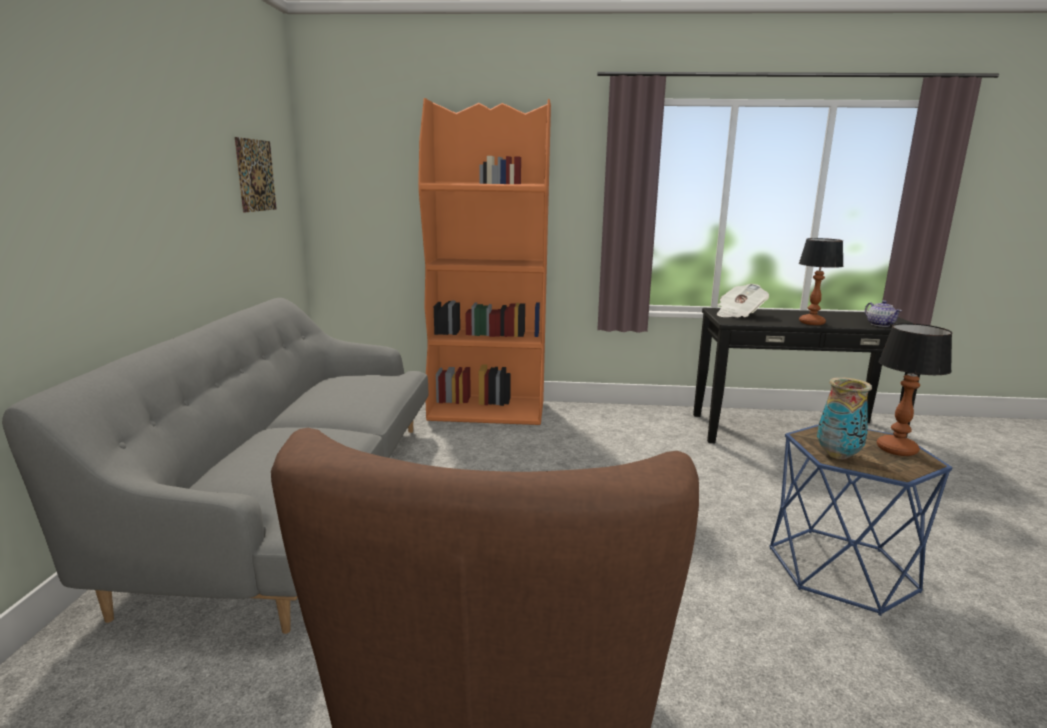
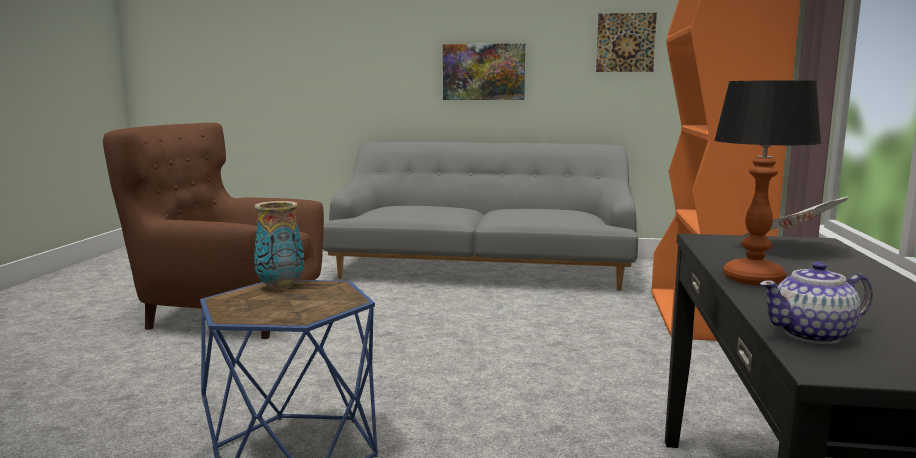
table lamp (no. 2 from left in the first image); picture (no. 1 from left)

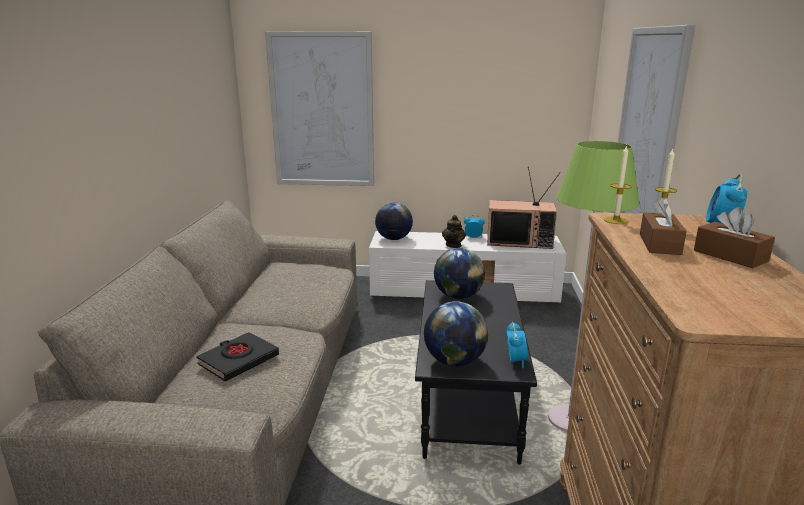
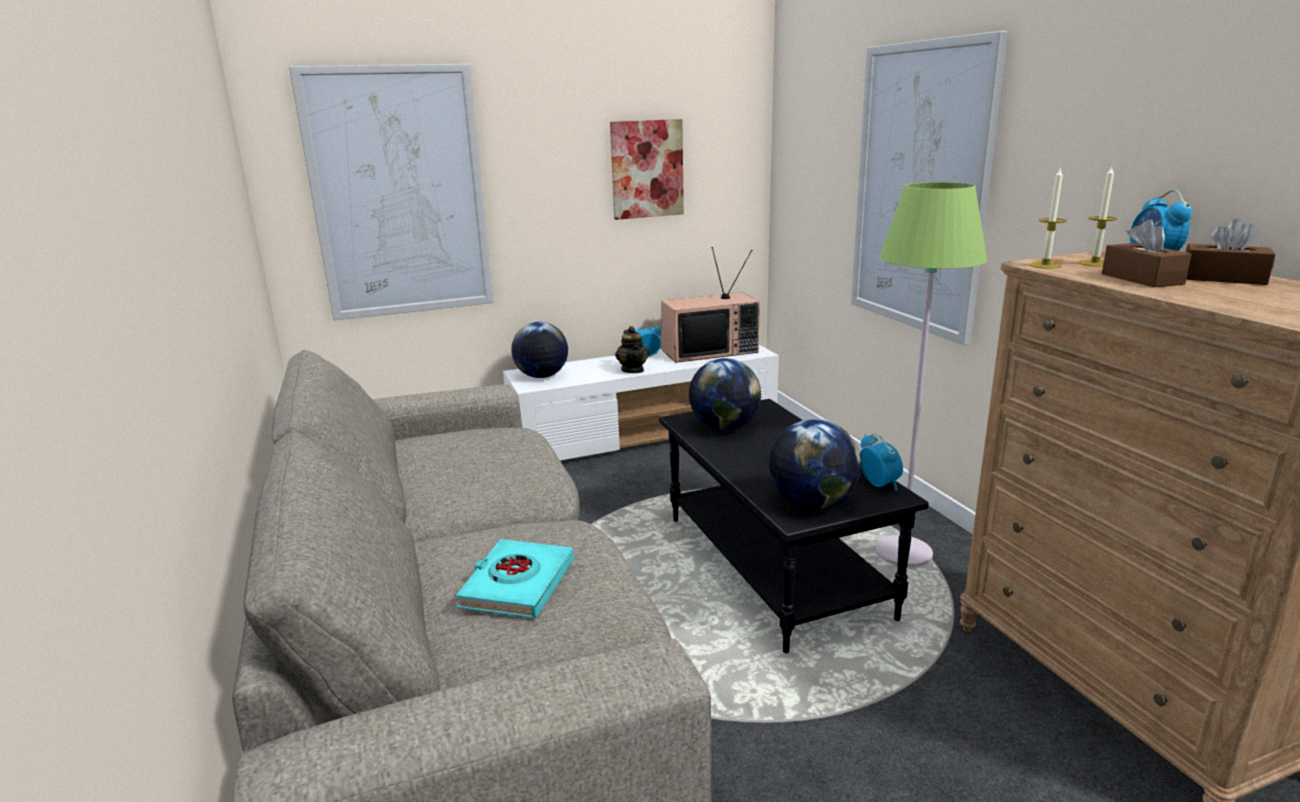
turquoise book; picture (no. 2 from left)

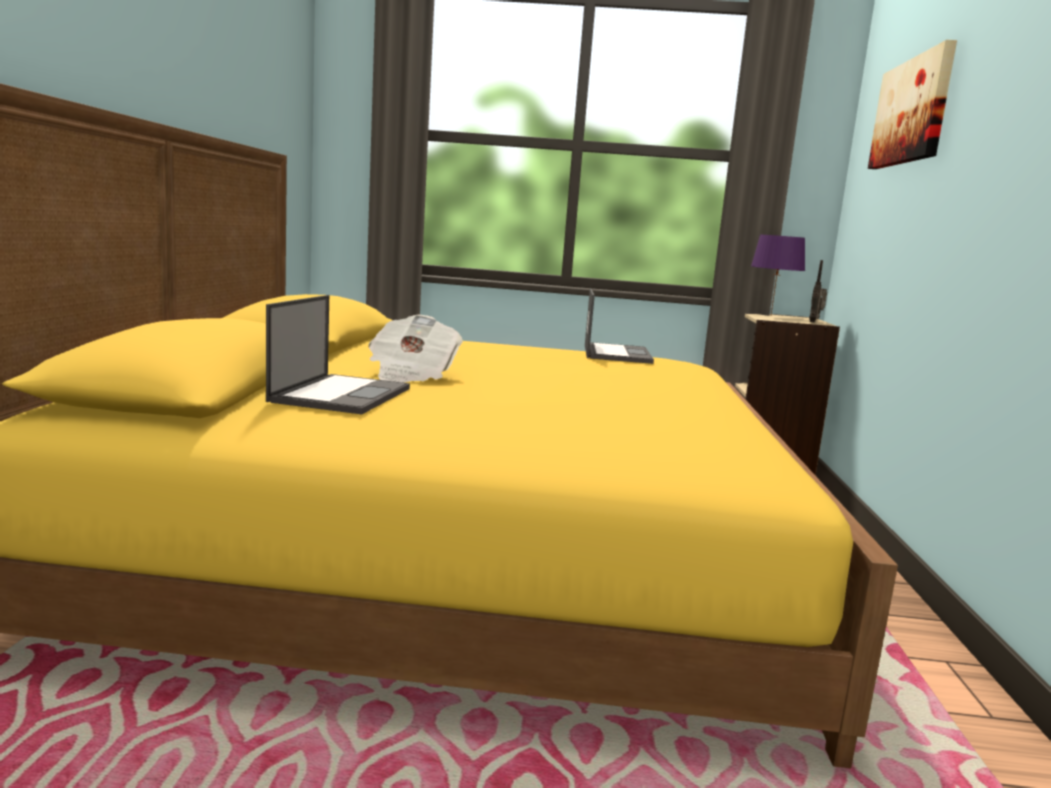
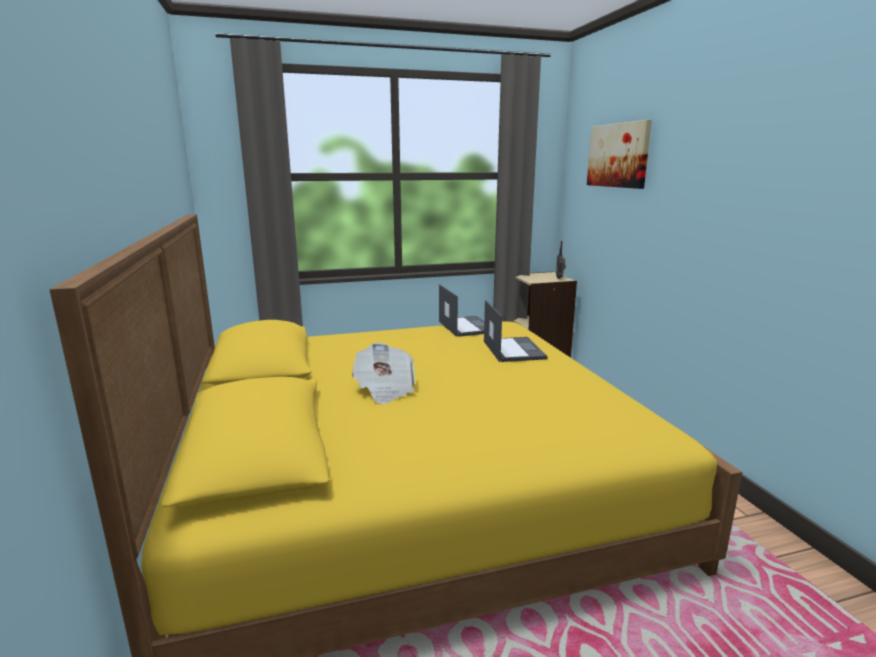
purple table lamp; laptop (no. 2 from left)

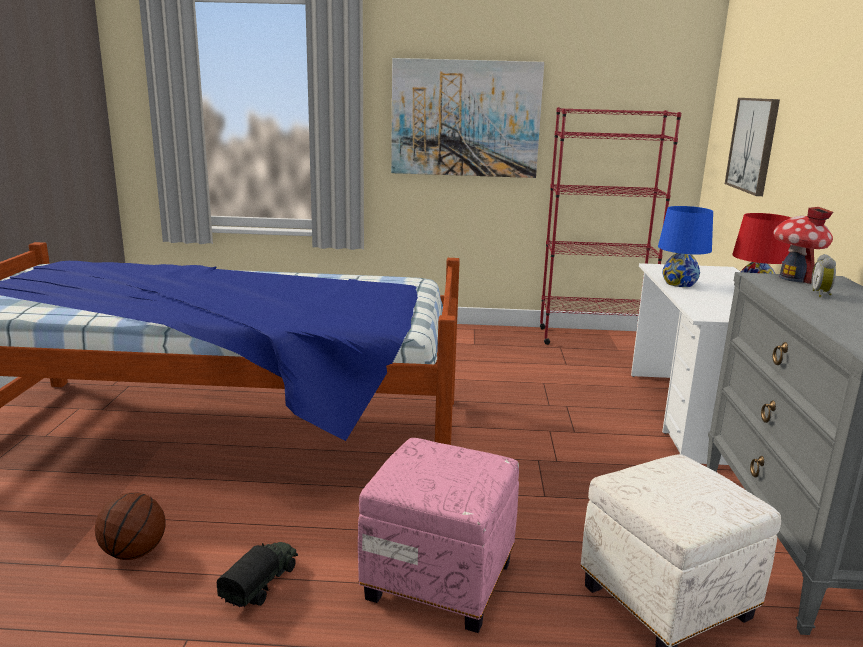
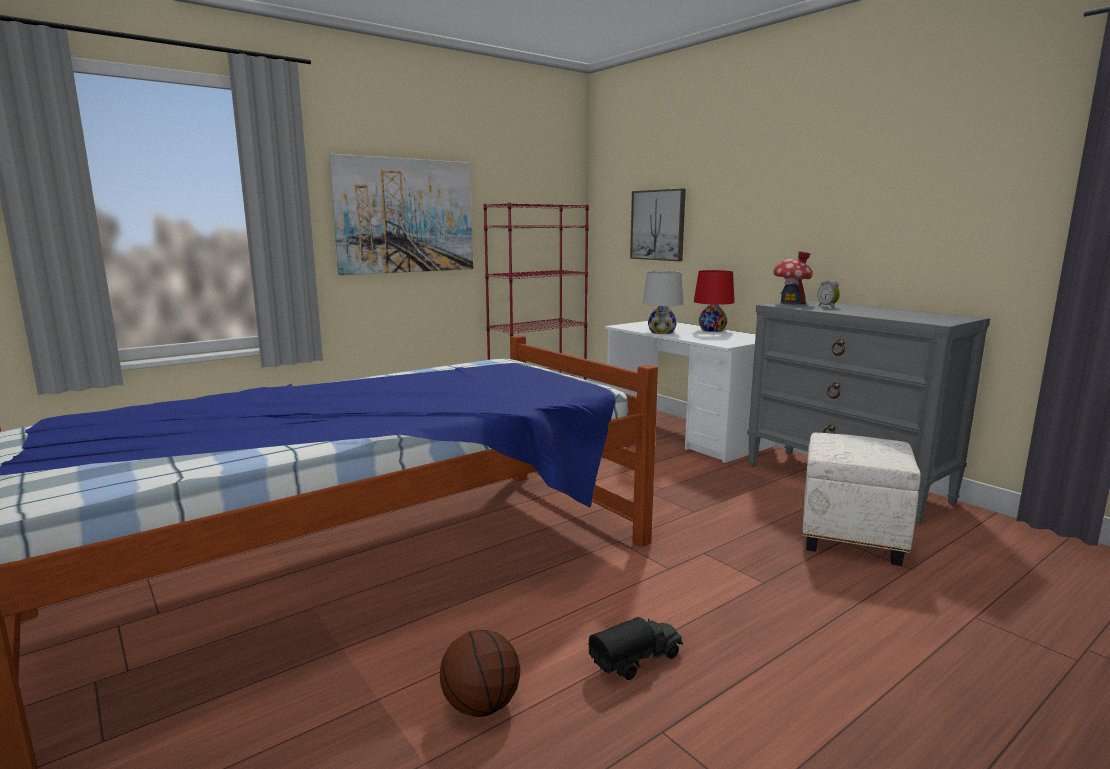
white table lamp; pink ottoman; toy truck

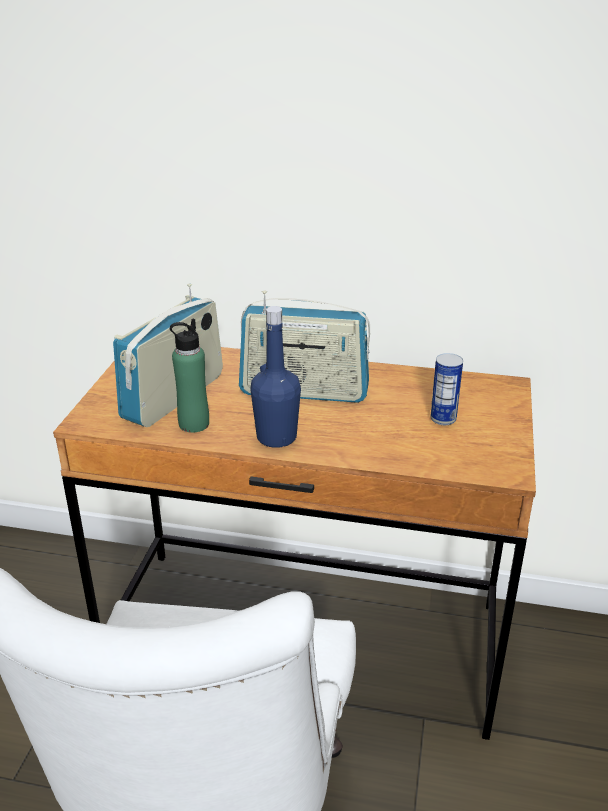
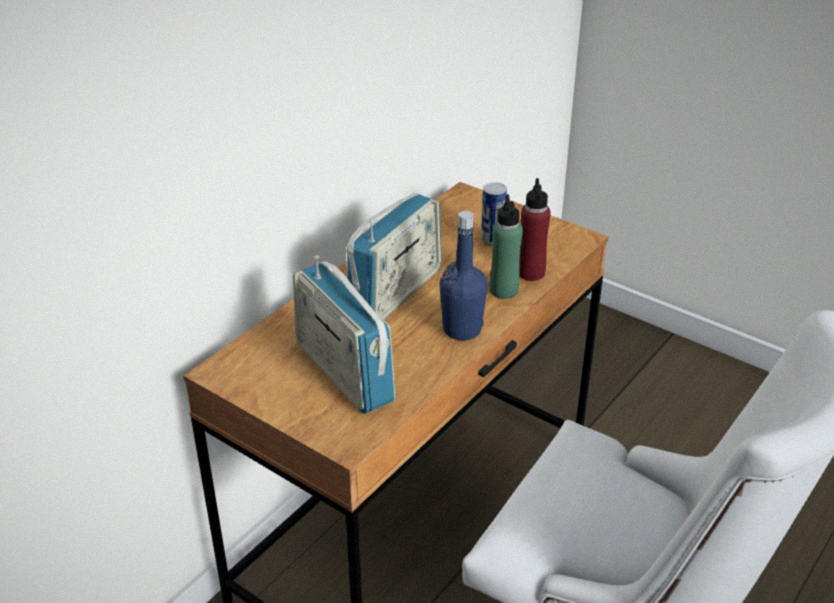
green bottle; red bottle

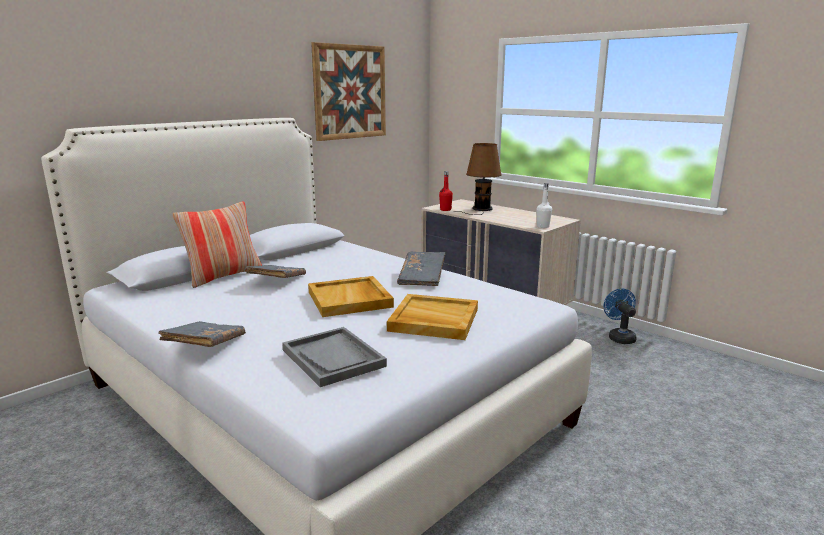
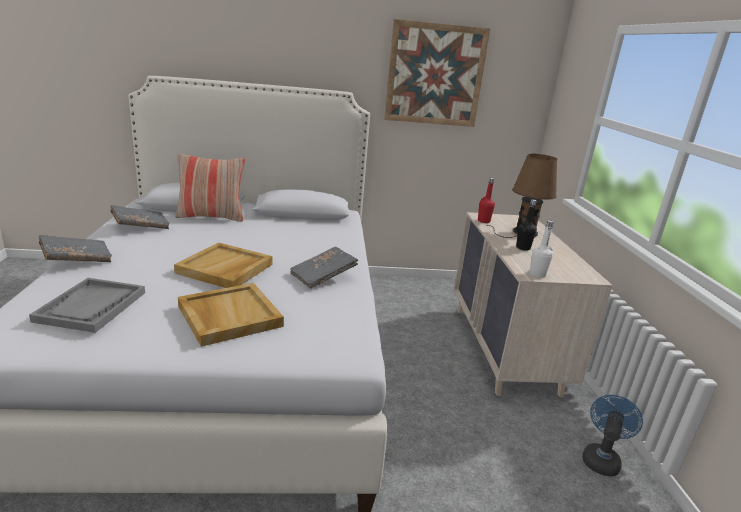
grey book (no. 2 from left); black bottle

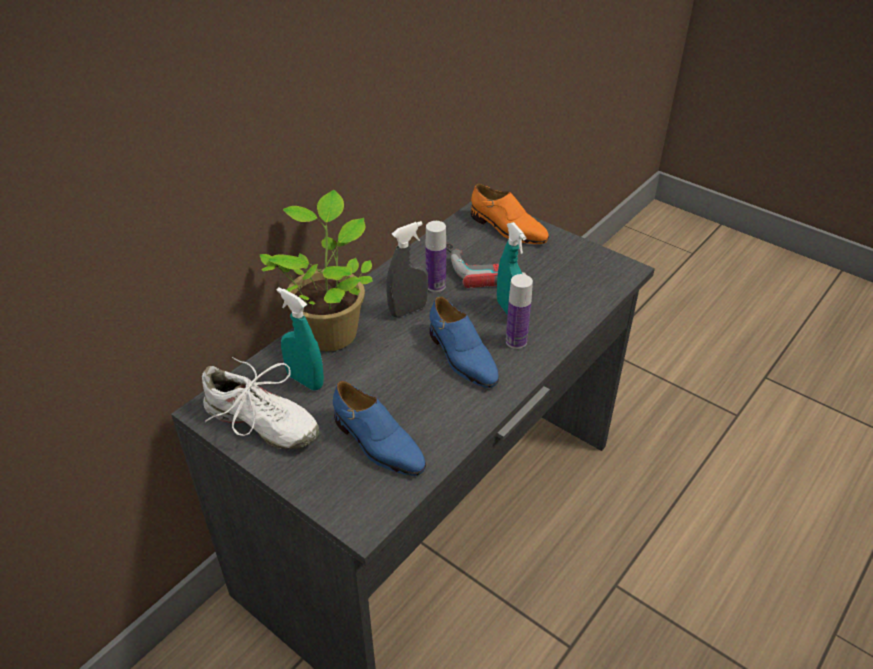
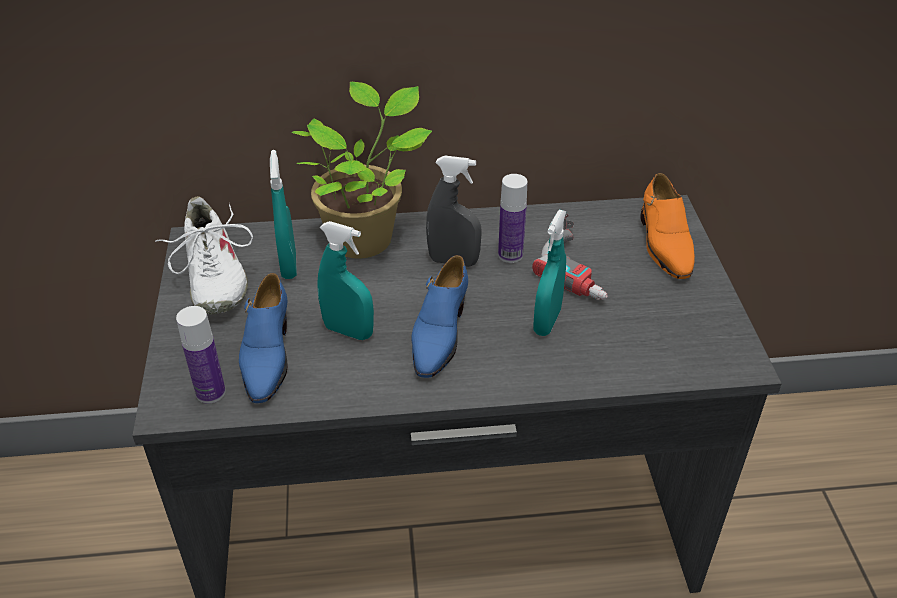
bottle (no. 1 from left); turquoise spray bottle (no. 2 from left)

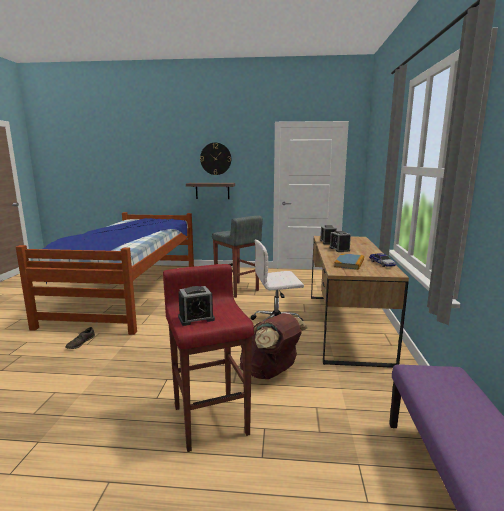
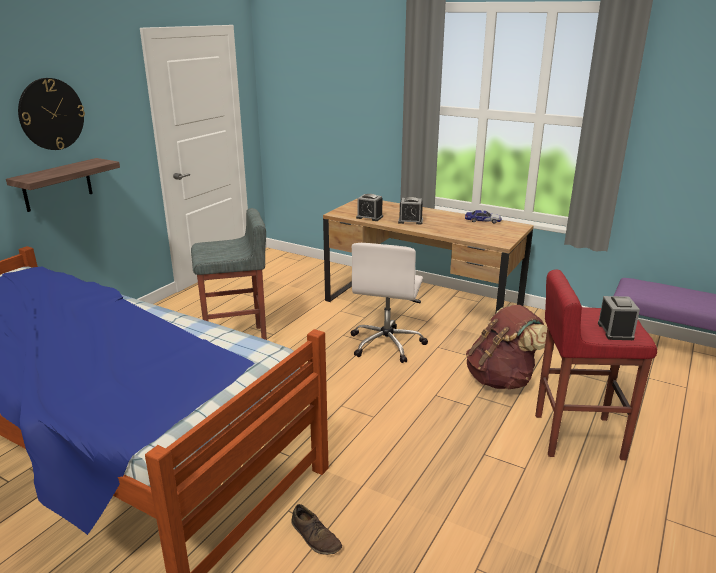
book

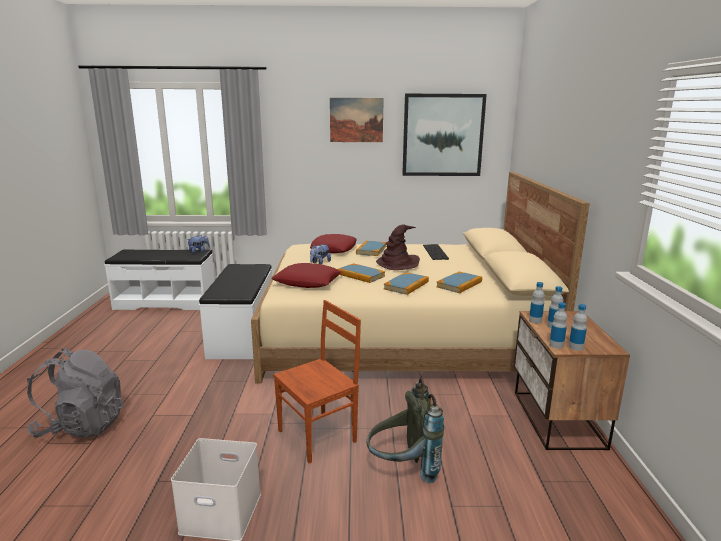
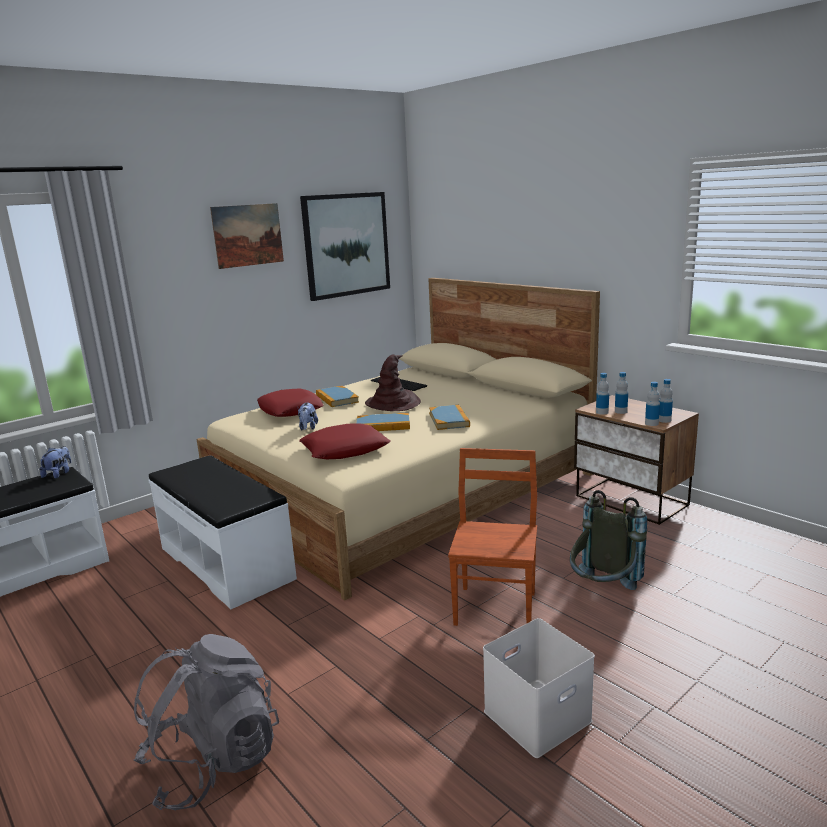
book (no. 4 from left in the first image)

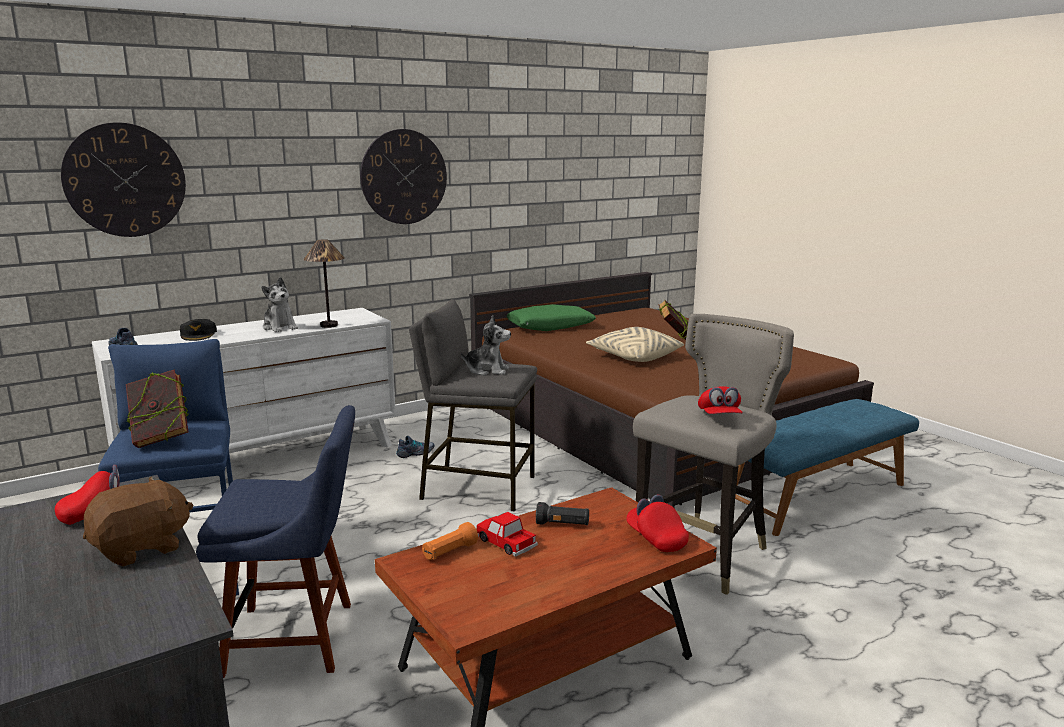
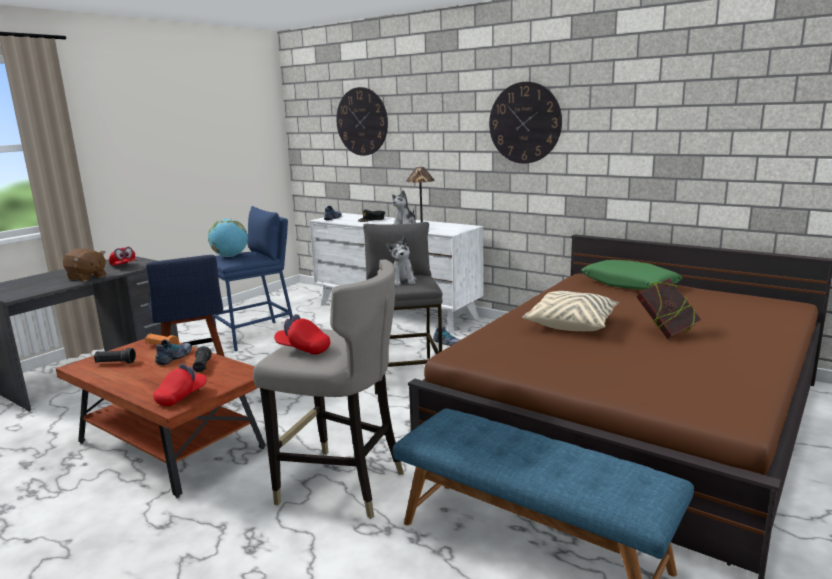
globe; red cap (no. 3 from left); shoe (no. 1 from left); black flashlight (no. 1 from left)

